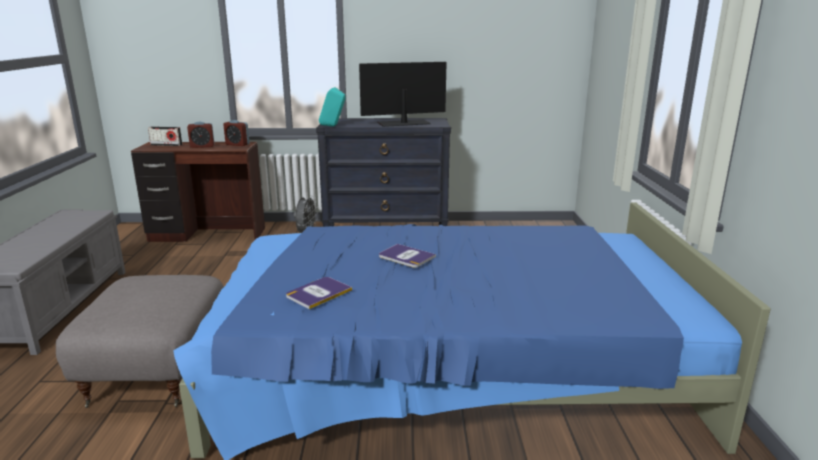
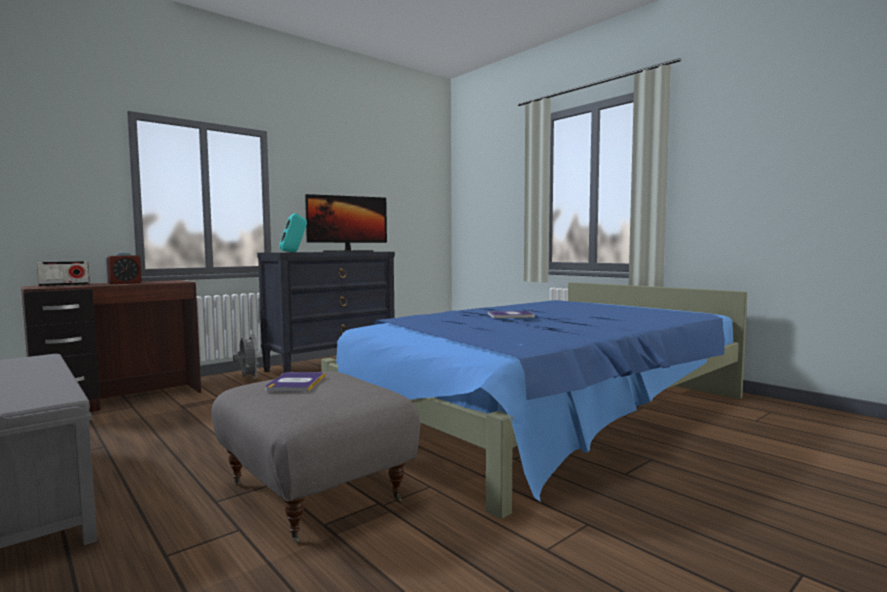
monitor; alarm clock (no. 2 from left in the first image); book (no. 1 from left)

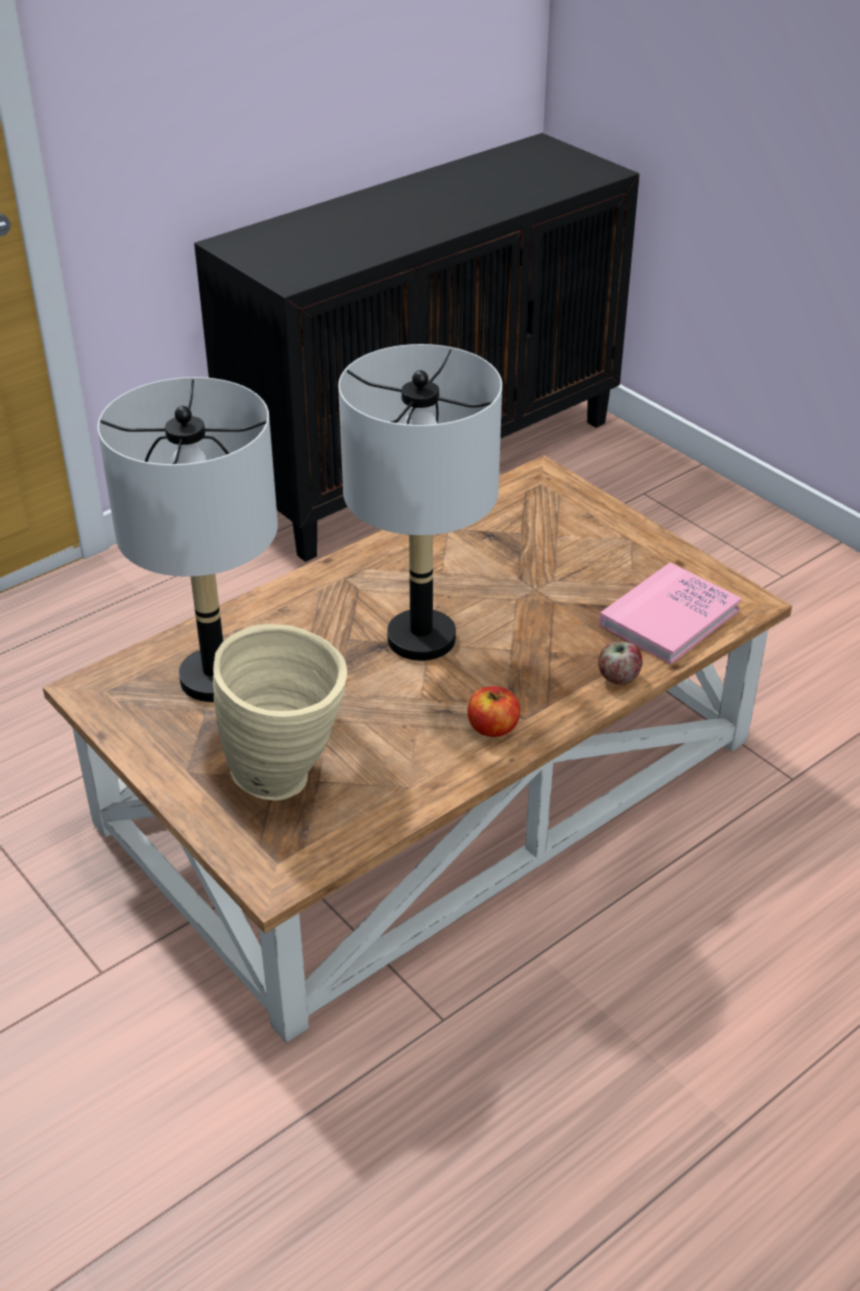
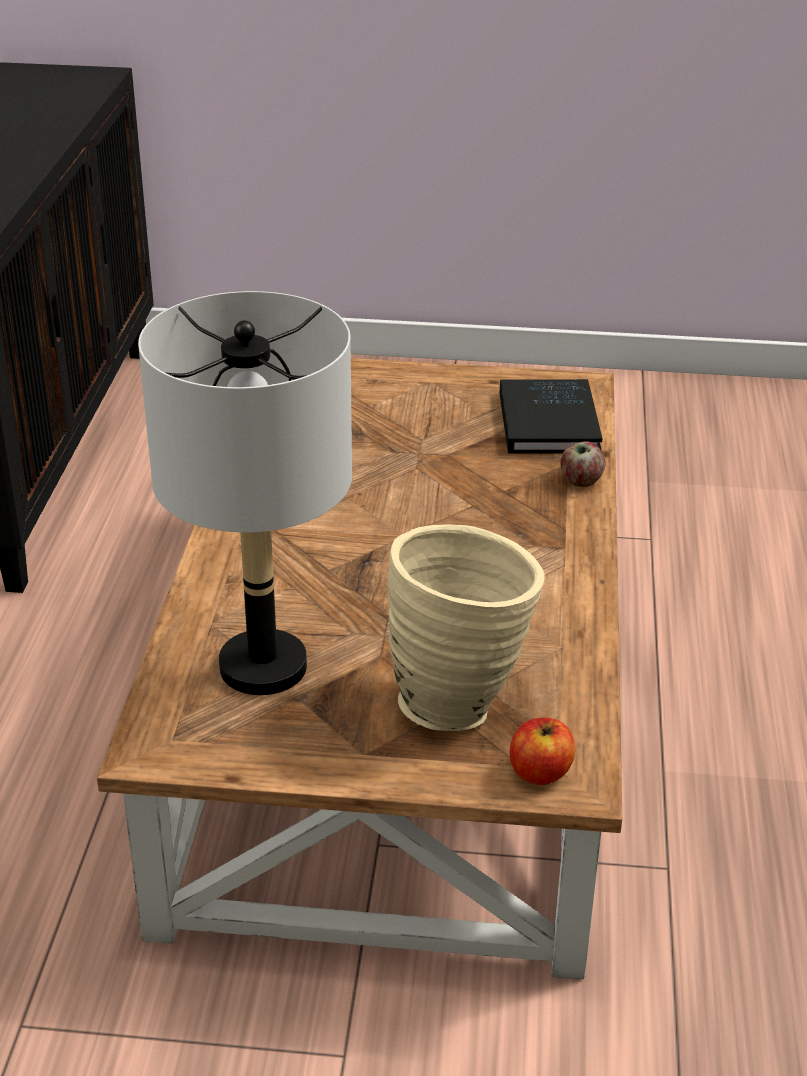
grey table lamp (no. 2 from left in the first image); black book; apple (no. 1 from left)

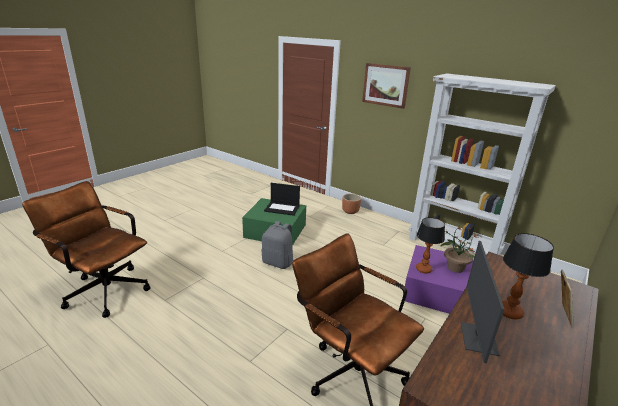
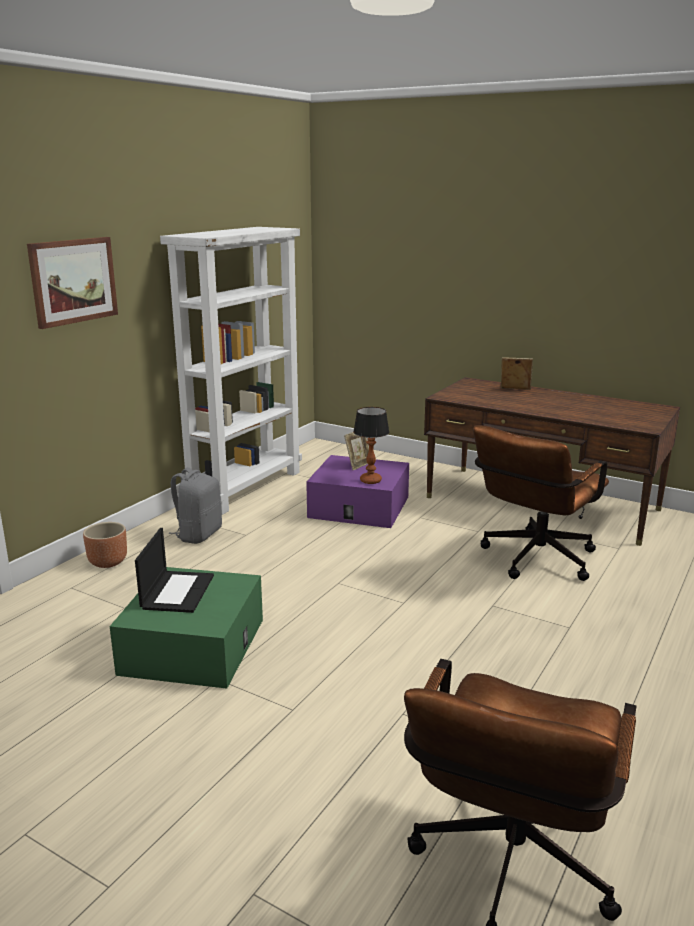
grey backpack; picture frame (no. 1 from left); table lamp (no. 2 from left in the first image); monitor

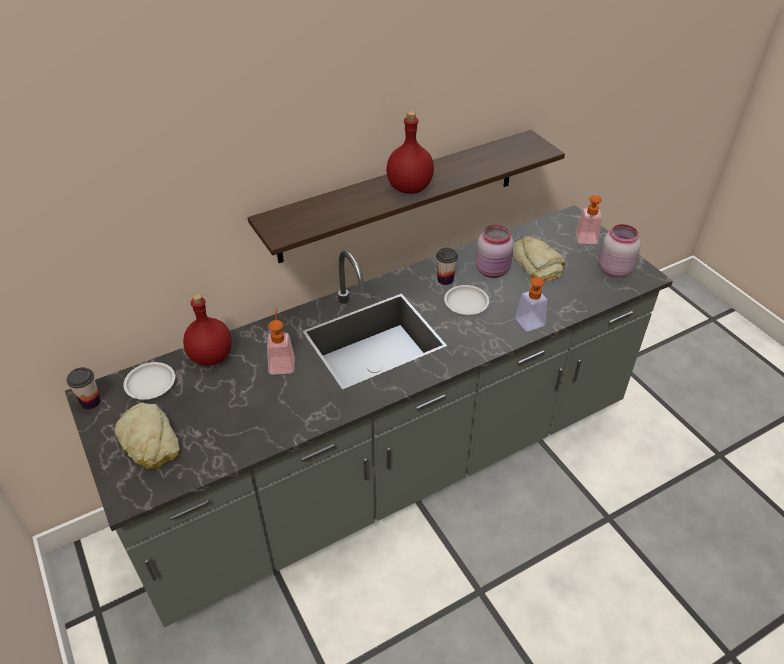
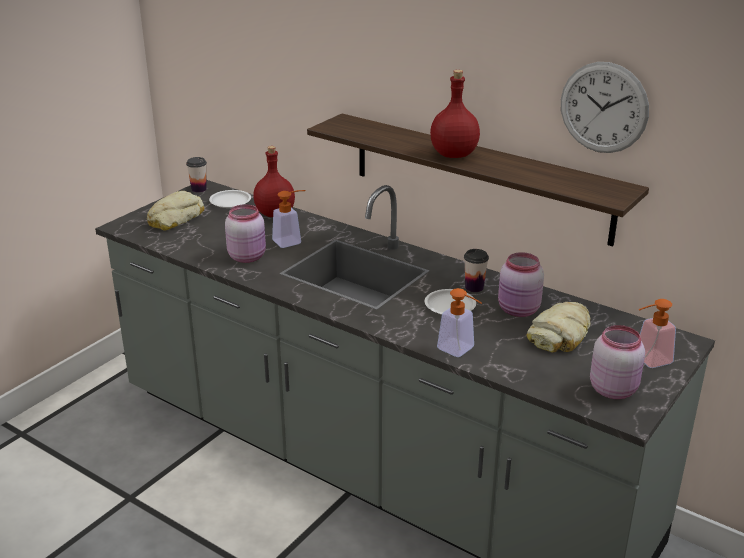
wall clock; pink jar (no. 1 from left)

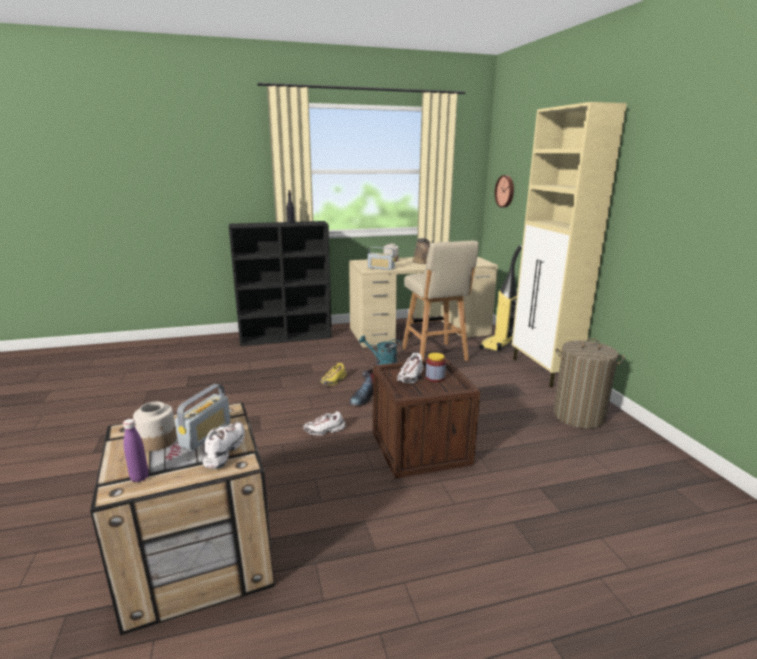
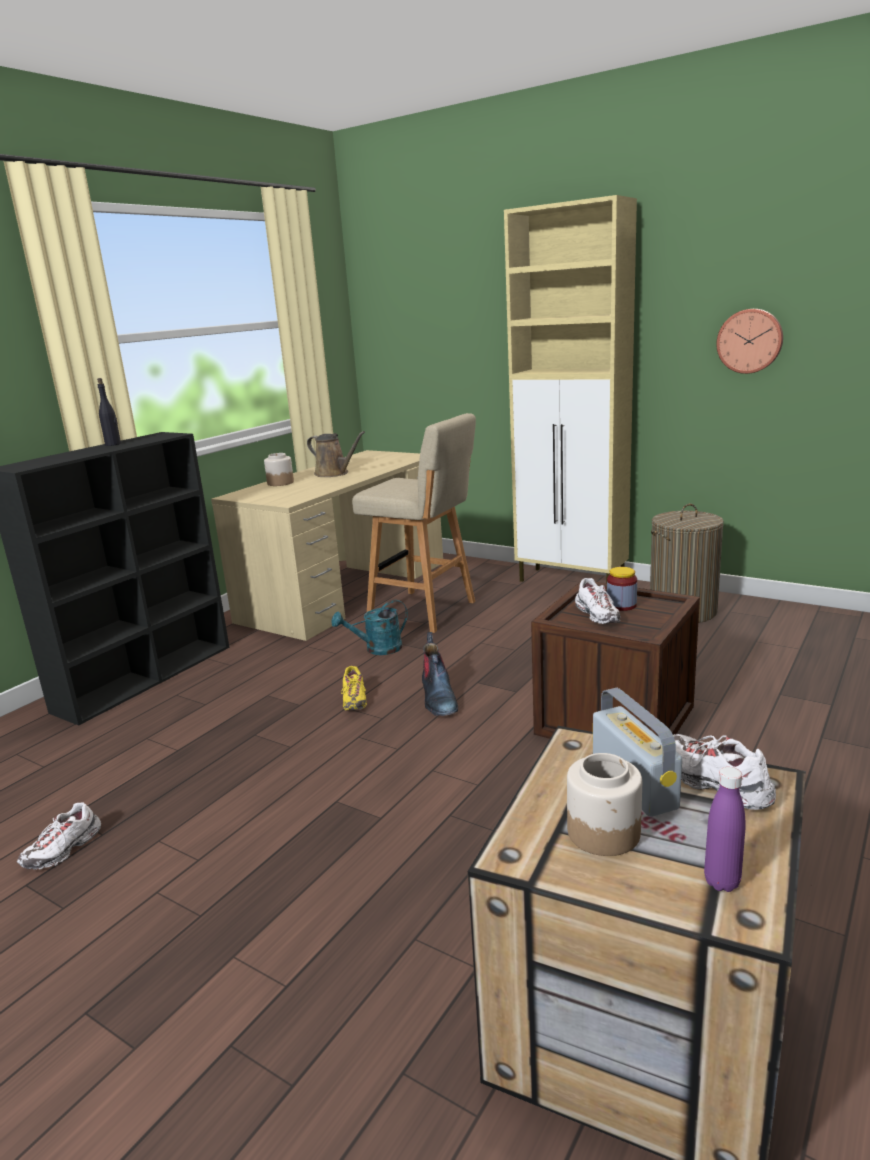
wall clock; vacuum cleaner; radio (no. 2 from left in the first image); white shoe (no. 1 from left)

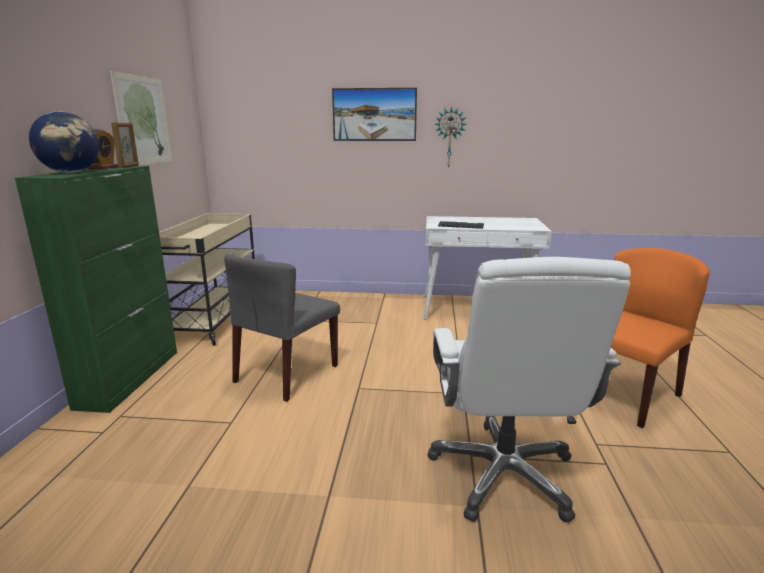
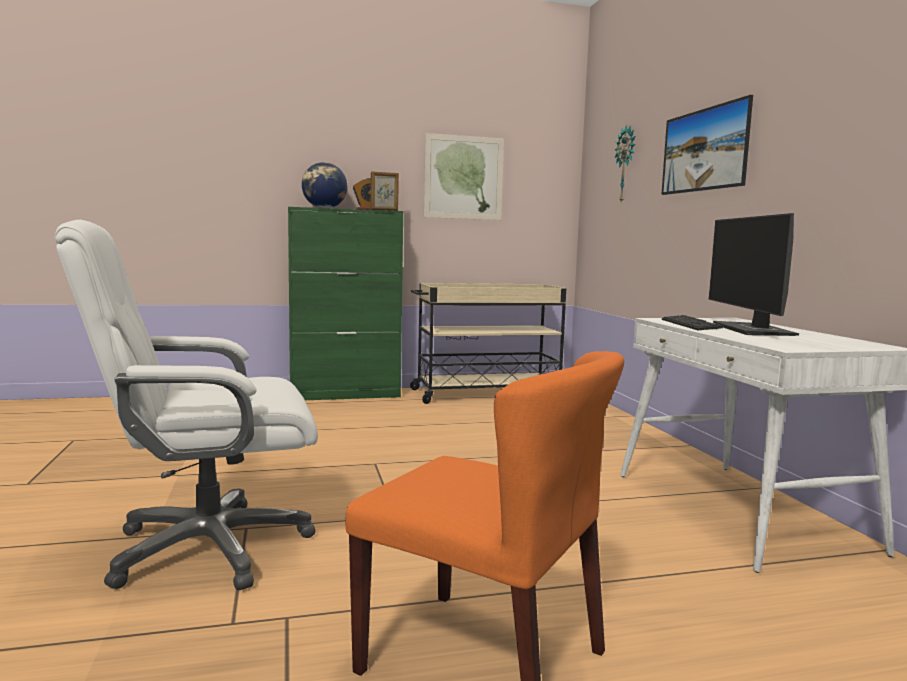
wall clock; grey chair; monitor

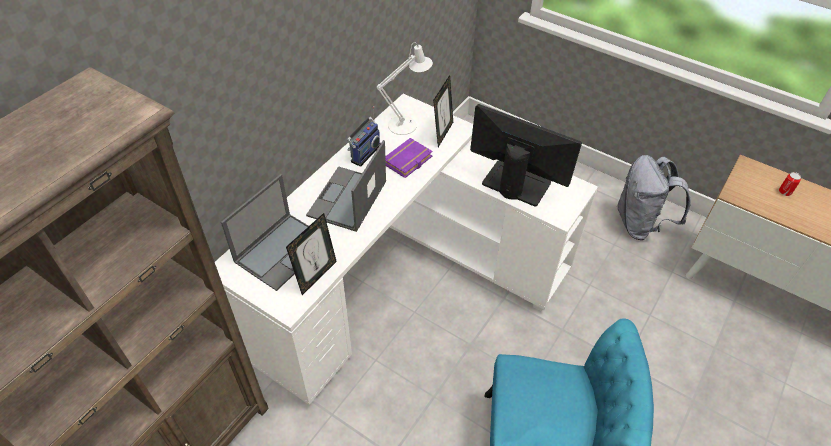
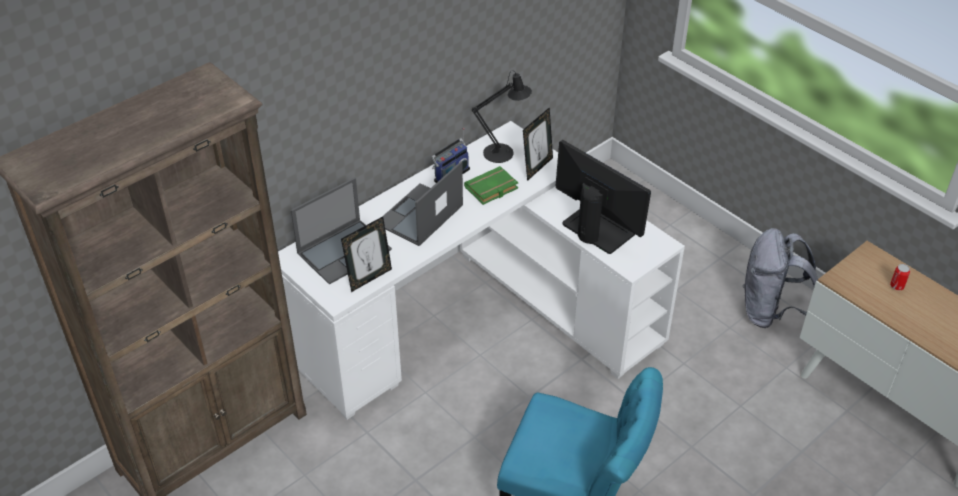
black table lamp; green book

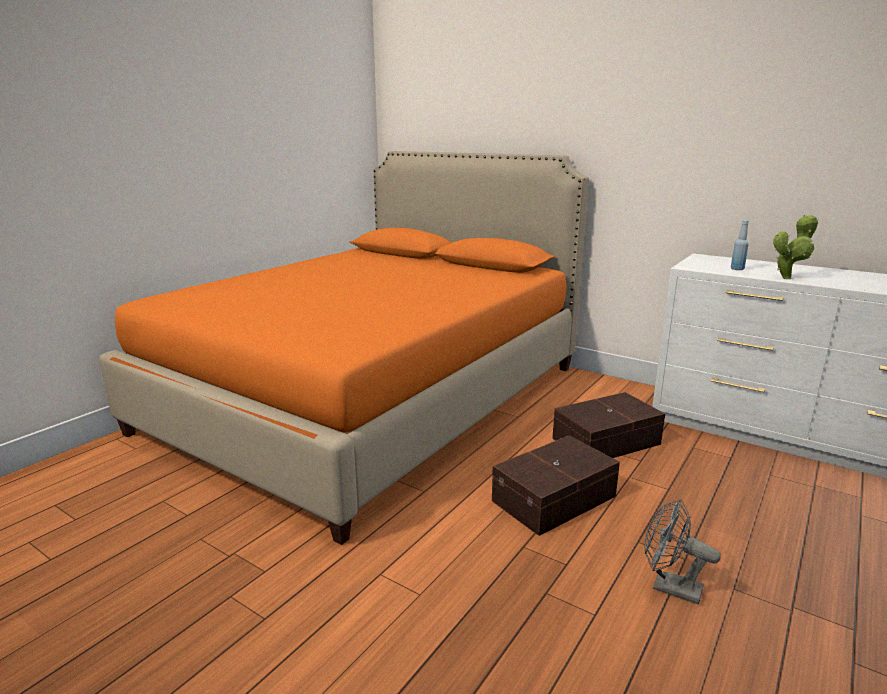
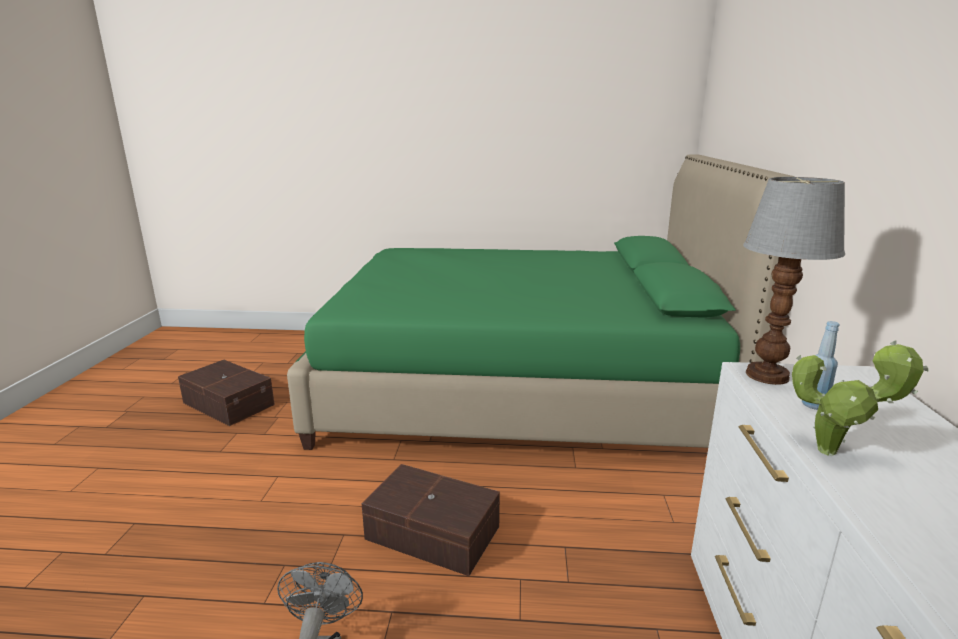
green bed; brown storage box (no. 1 from left); table lamp

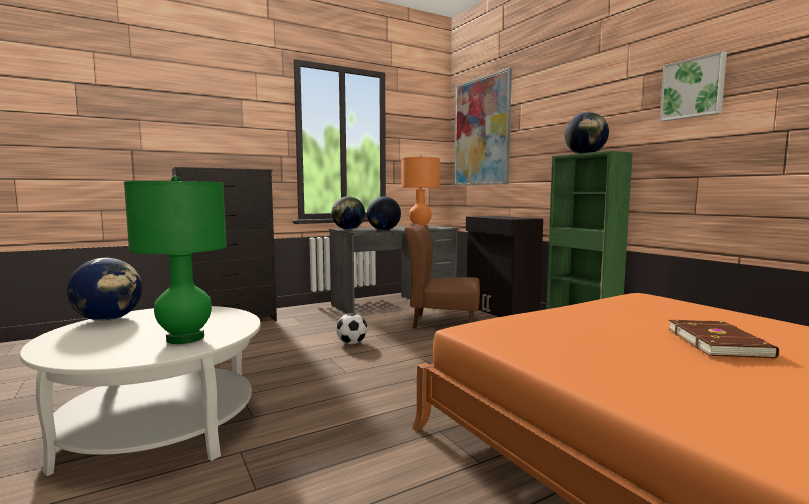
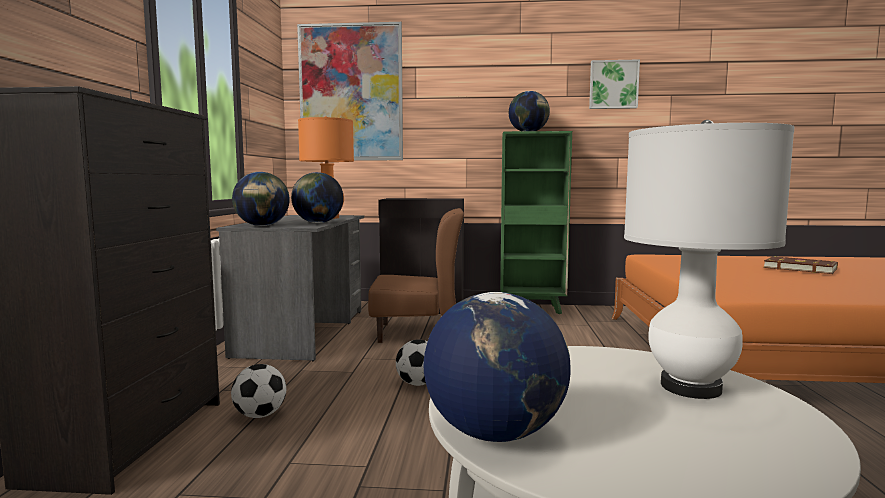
white table lamp; brown chair; football (no. 1 from left)

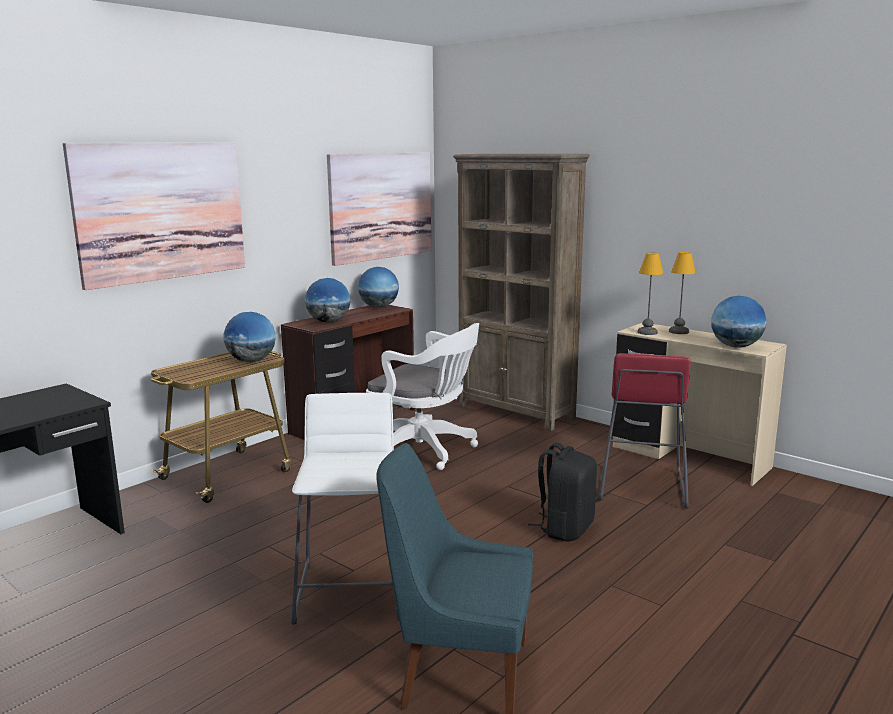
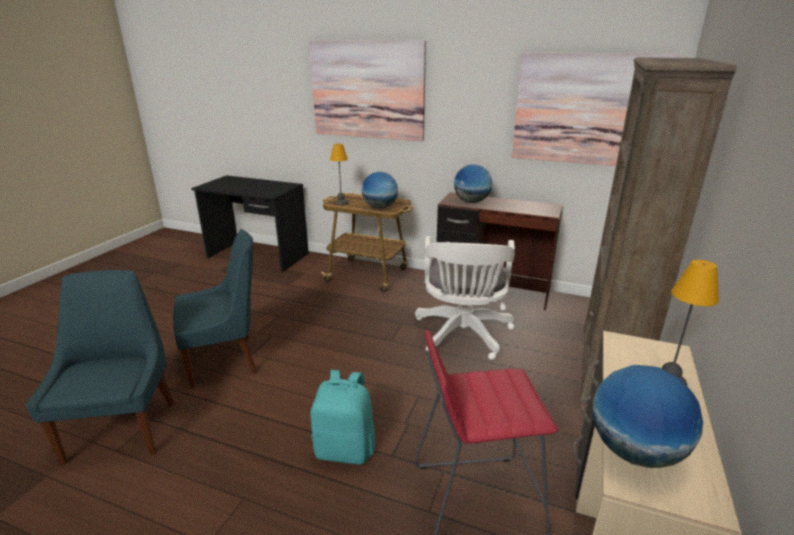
table lamp (no. 1 from left); globe (no. 3 from left in the first image); blue chair (no. 2 from left); turquoise backpack

